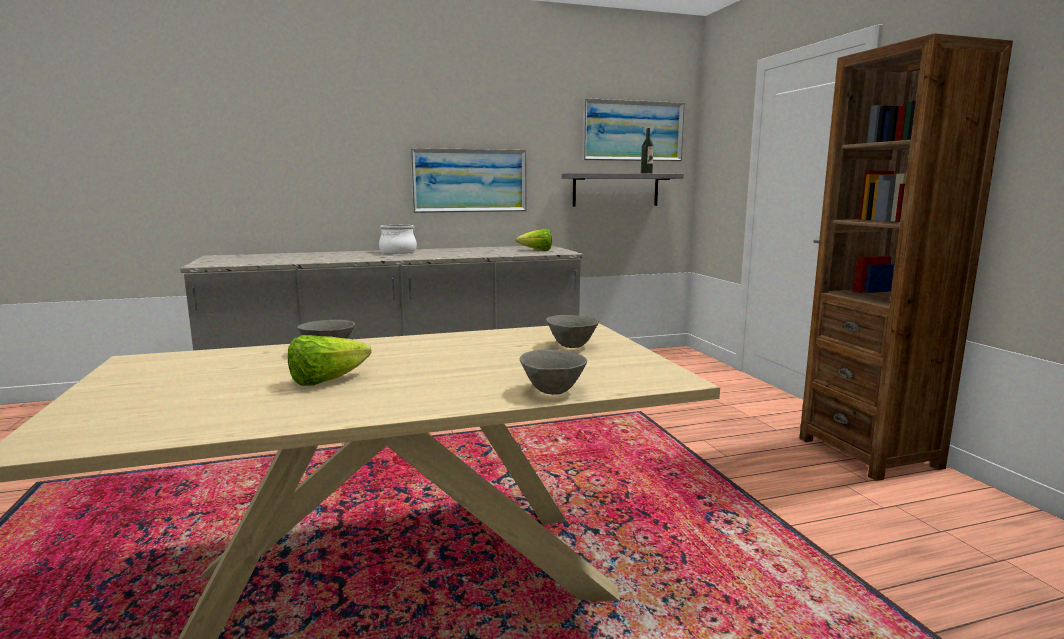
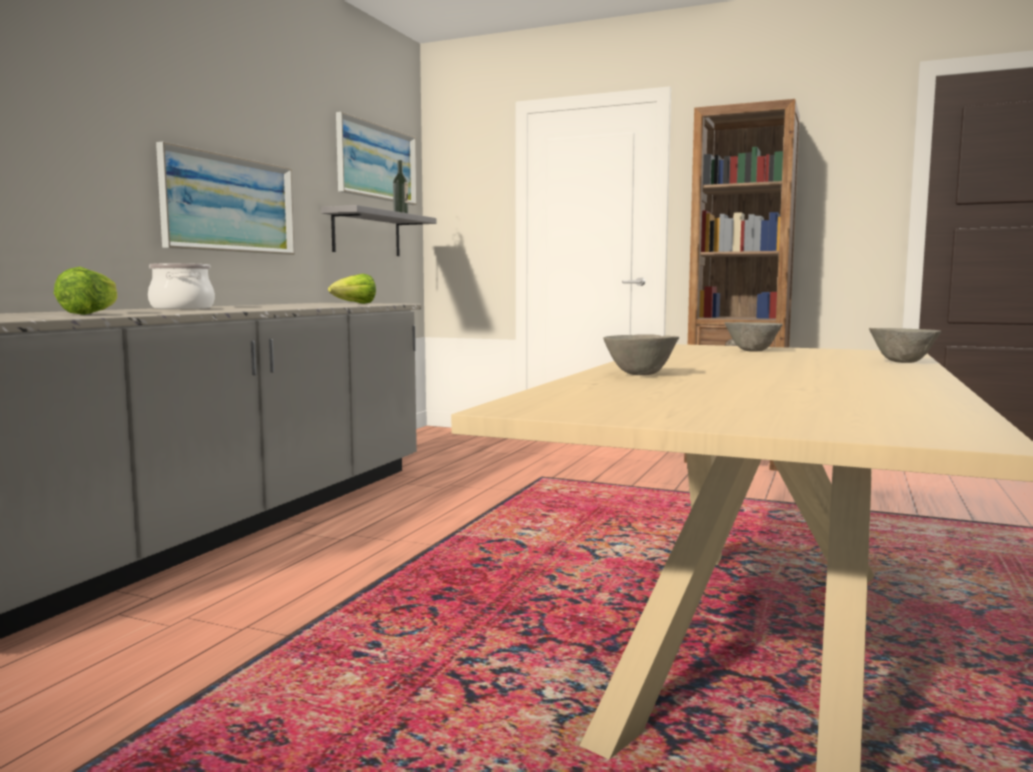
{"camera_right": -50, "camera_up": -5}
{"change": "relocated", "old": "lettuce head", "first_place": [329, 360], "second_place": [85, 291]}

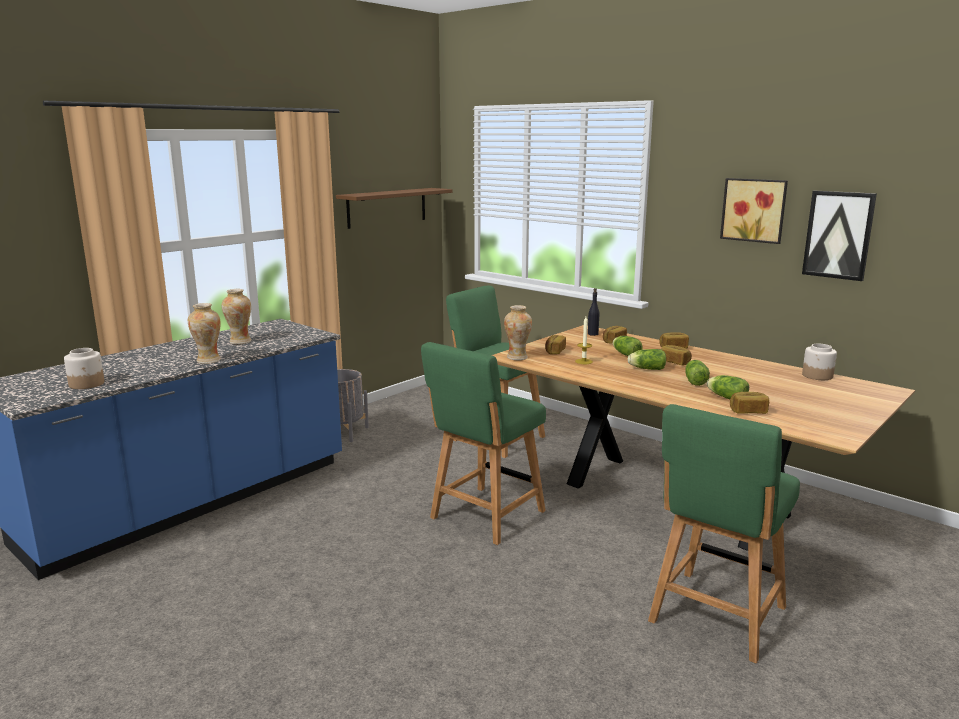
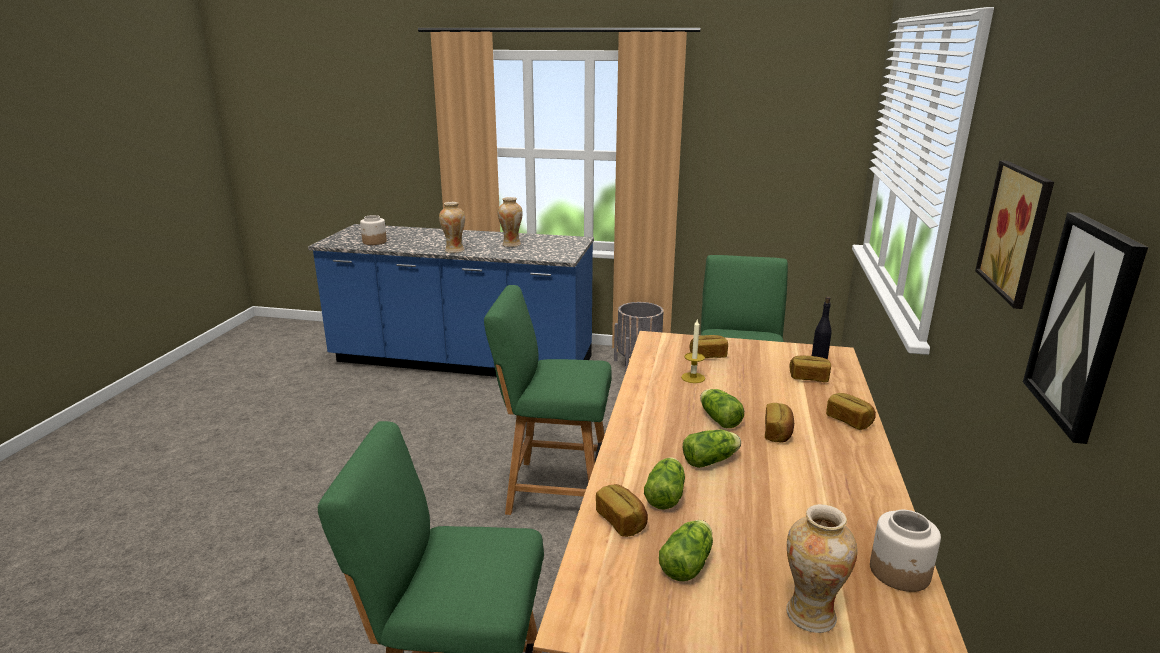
{"camera_right": 60, "camera_up": 5}
{"change": "missing", "old": "brown wall shelf", "first_place": [394, 208]}
{"change": "relocated", "old": "decorative vase", "first_place": [518, 332], "second_place": [822, 568]}
{"change": "relocated", "old": "lettuce head", "first_place": [627, 346], "second_place": [686, 550]}

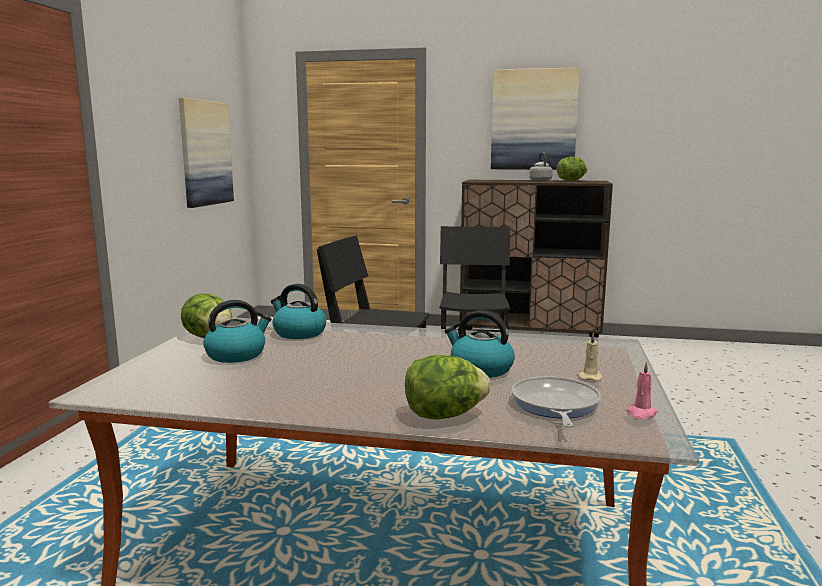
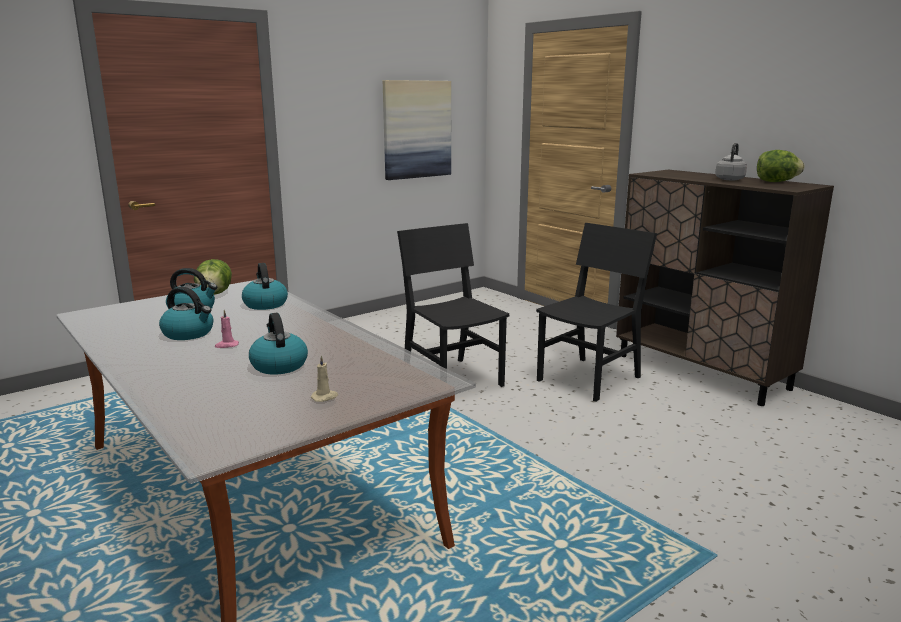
{"camera_right": 40, "camera_up": 5}
{"change": "missing", "old": "picture", "first_place": [535, 118]}
{"change": "missing", "old": "lettuce head", "first_place": [448, 387]}
{"change": "relocated", "old": "pink wax light", "first_place": [643, 391], "second_place": [227, 329]}
{"change": "missing", "old": "skillet", "first_place": [556, 401]}
{"change": "appeared", "new": "tea kettle", "second_place": [186, 313]}

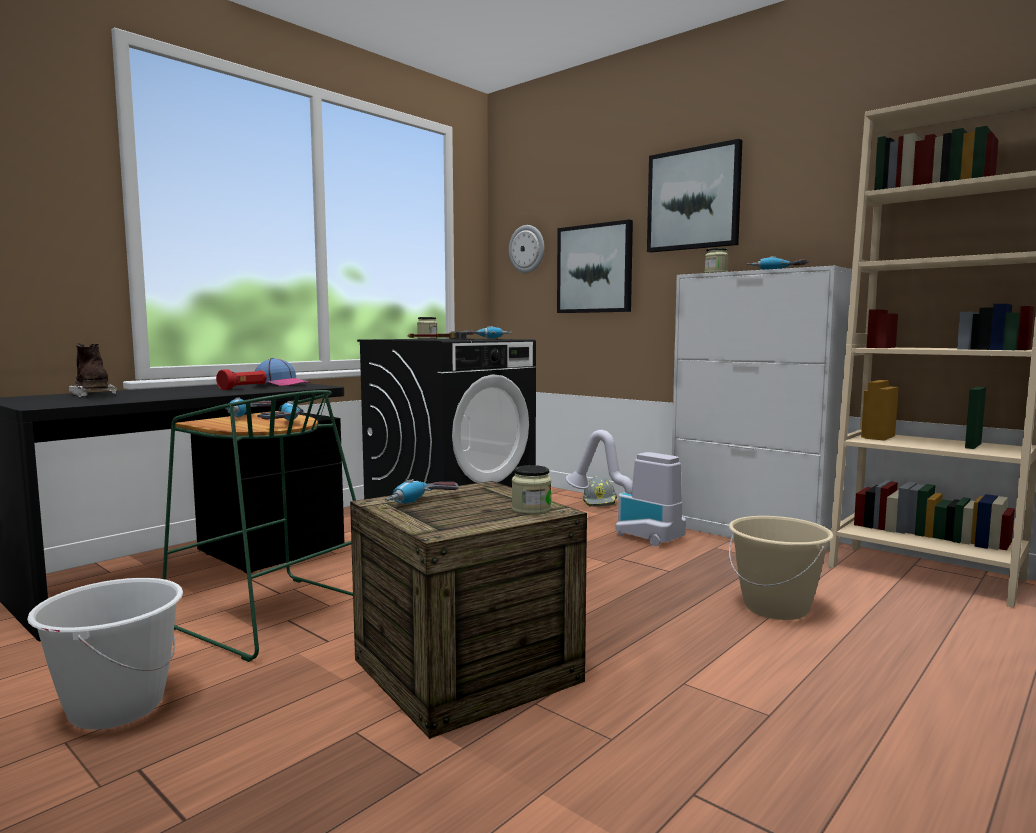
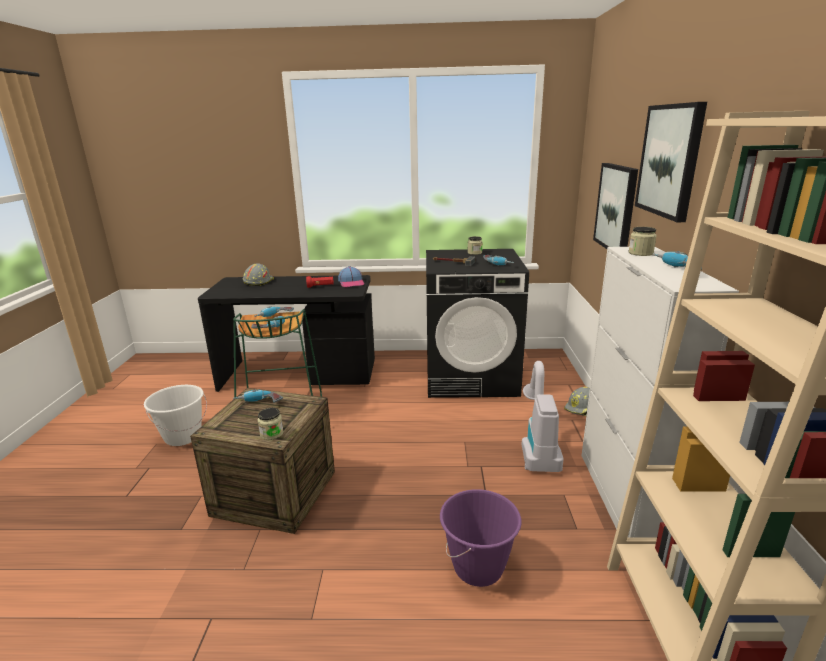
{"camera_right": 50, "camera_up": 15}
{"change": "missing", "old": "hanging clock", "first_place": [526, 249]}
{"change": "exchanged", "old": "brown boot", "new": "grey hard hat", "first_place": [93, 370], "second_place": [258, 274]}
{"change": "colour", "old": "sand-coloured pail", "new": "purplish pail", "first_place": [781, 568], "second_place": [481, 538]}

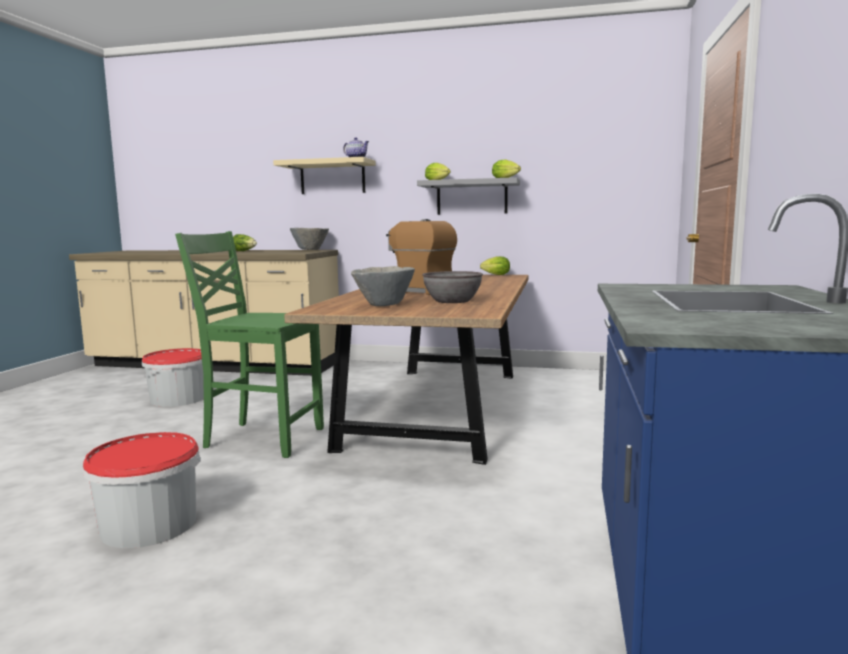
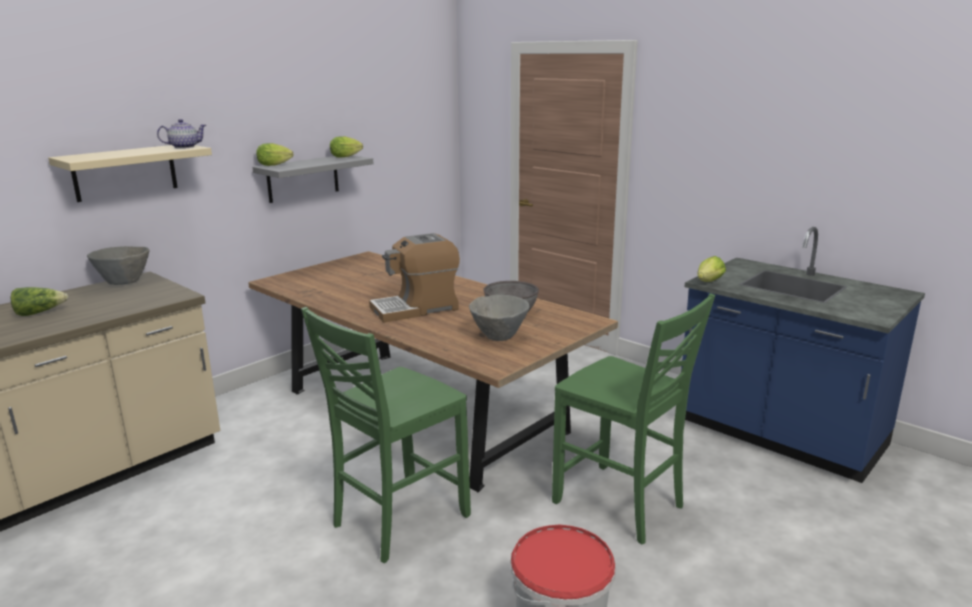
{"camera_right": -60, "camera_up": 10}
{"change": "relocated", "old": "lettuce head", "first_place": [495, 265], "second_place": [712, 269]}
{"change": "missing", "old": "pail", "first_place": [173, 377]}
{"change": "appeared", "new": "green plain chair", "second_place": [633, 418]}

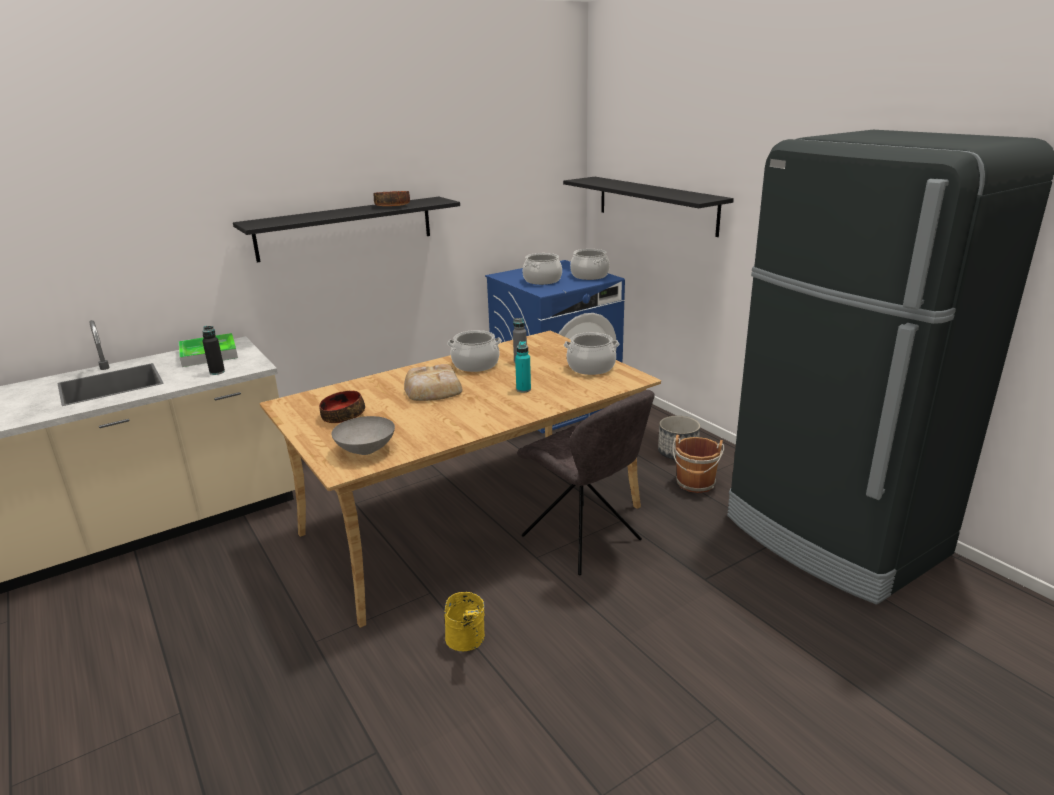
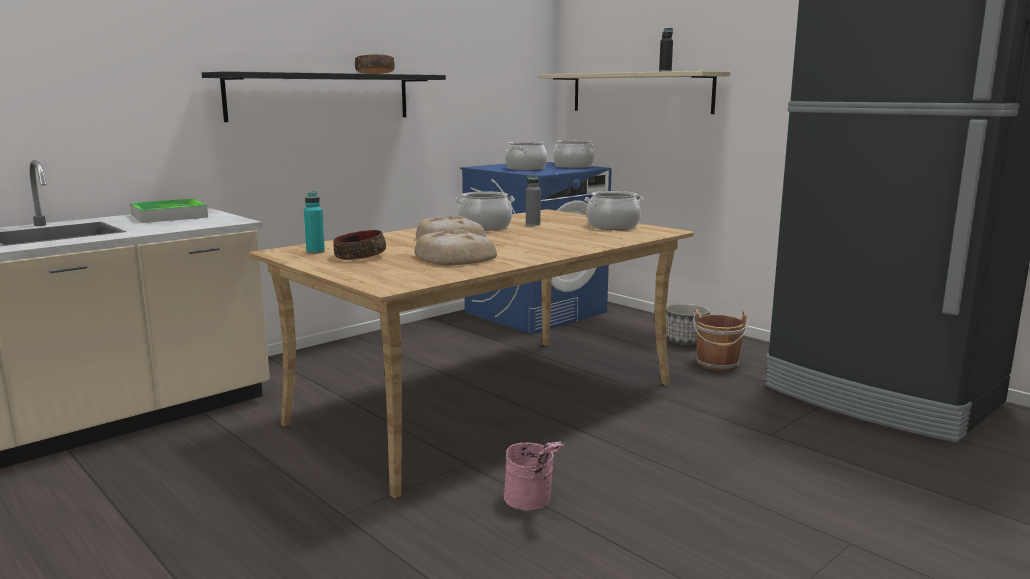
{"camera_right": -10, "camera_up": -10}
{"change": "colour", "old": "black wall shelf", "new": "sand-coloured wall shelf", "first_place": [648, 207], "second_place": [634, 92]}
{"change": "relocated", "old": "black beverage bottle", "first_place": [213, 350], "second_place": [666, 50]}
{"change": "relocated", "old": "turquoise-coloured beverage bottle", "first_place": [523, 367], "second_place": [314, 222]}
{"change": "missing", "old": "grey plain chair", "first_place": [586, 482]}
{"change": "missing", "old": "grey deep dish", "first_place": [363, 435]}
{"change": "colour", "old": "yellow pail", "new": "pink pail", "first_place": [465, 622], "second_place": [534, 475]}
{"change": "appeared", "new": "baked bread", "second_place": [455, 247]}

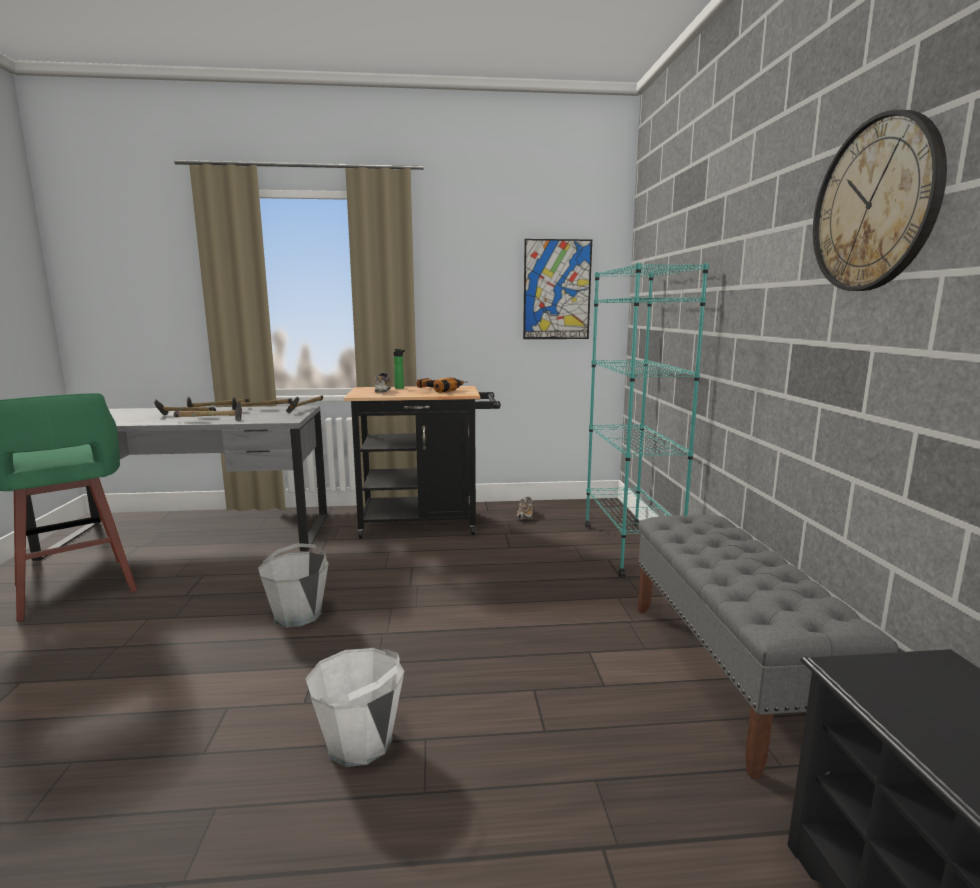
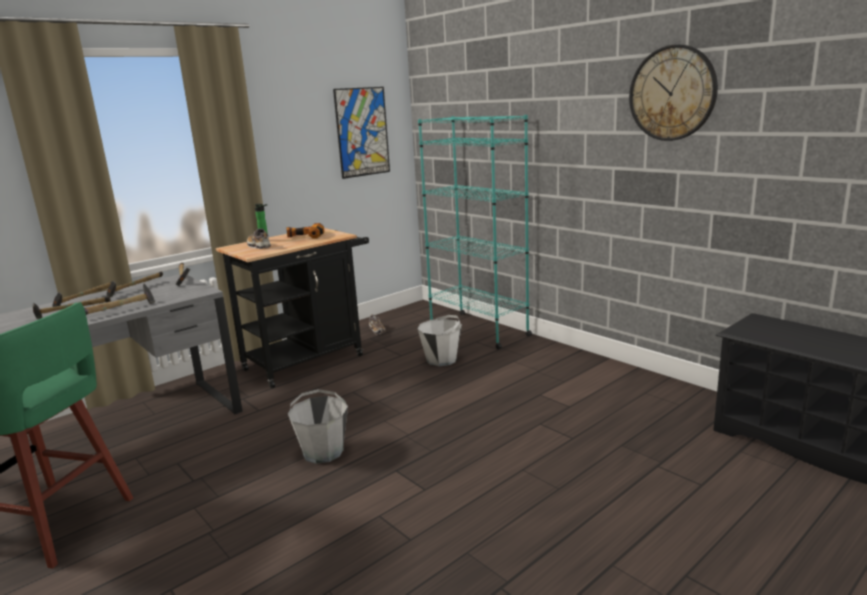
{"camera_right": -35, "camera_up": 5}
{"change": "missing", "old": "grey bench", "first_place": [768, 647]}
{"change": "relocated", "old": "white-coloured pail", "first_place": [354, 707], "second_place": [439, 340]}

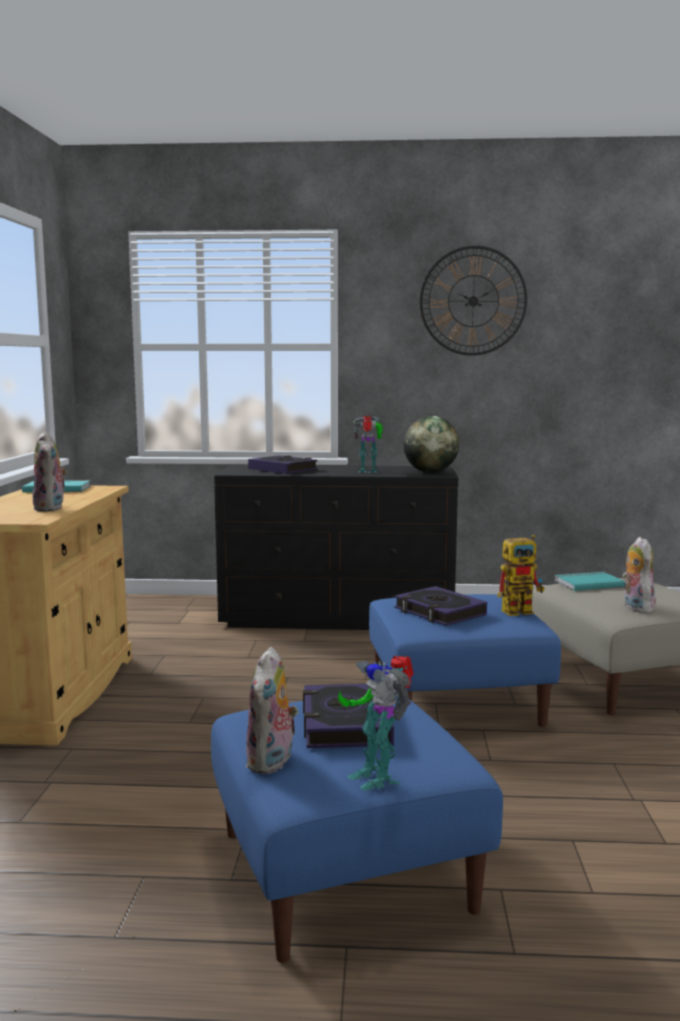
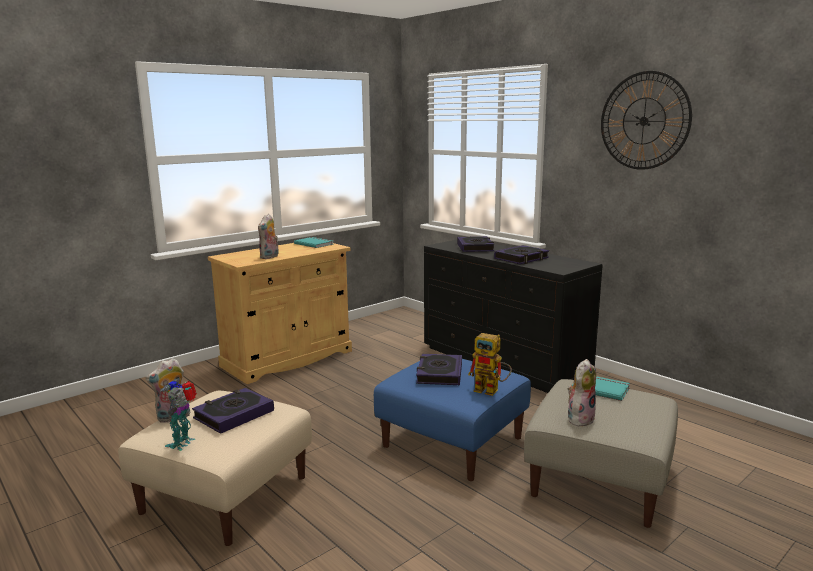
{"camera_right": 45, "camera_up": 5}
{"change": "exchanged", "old": "robot figure", "new": "bound book", "first_place": [368, 444], "second_place": [521, 254]}
{"change": "missing", "old": "desk globe", "first_place": [431, 444]}
{"change": "colour", "old": "bluish pouffe", "new": "sand-coloured pouffe", "first_place": [357, 829], "second_place": [215, 468]}

